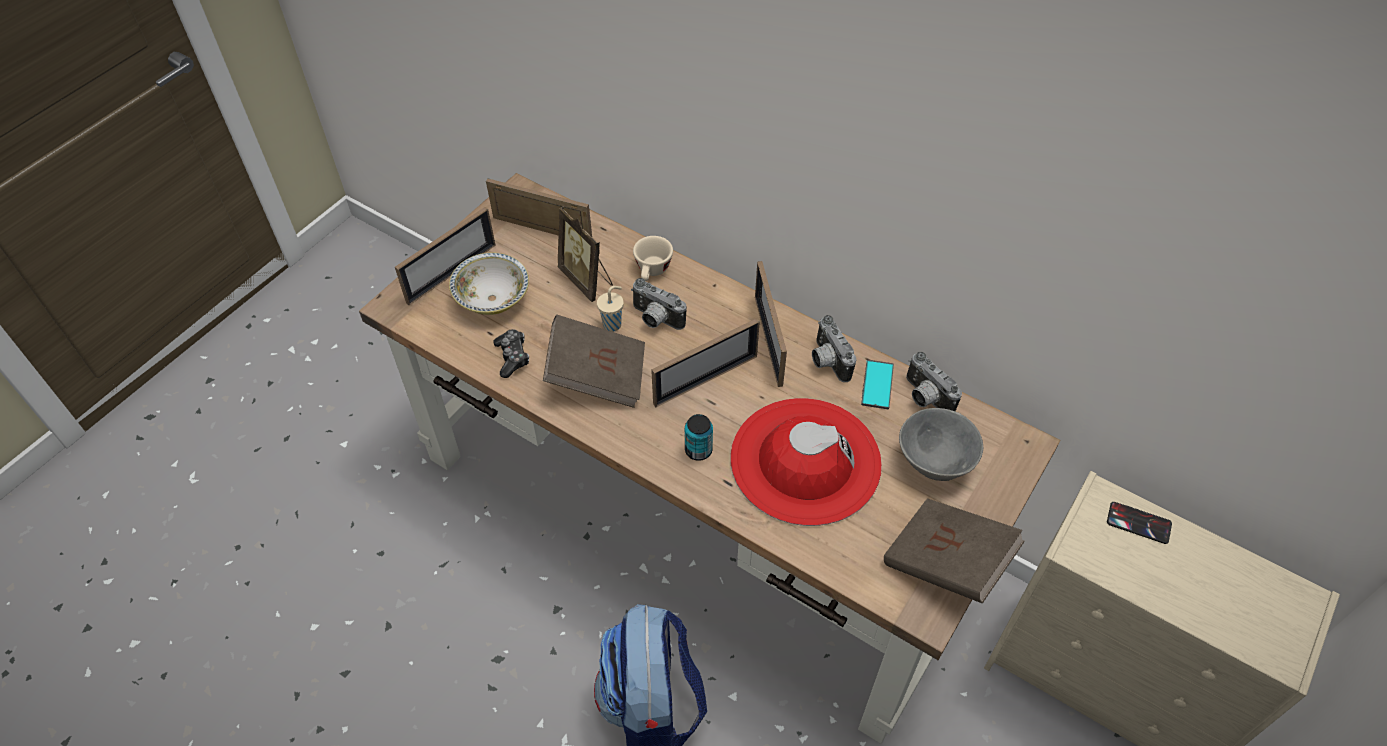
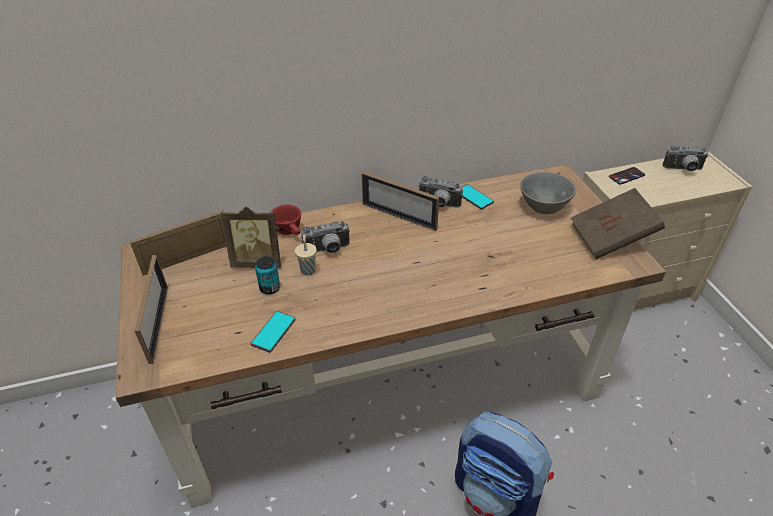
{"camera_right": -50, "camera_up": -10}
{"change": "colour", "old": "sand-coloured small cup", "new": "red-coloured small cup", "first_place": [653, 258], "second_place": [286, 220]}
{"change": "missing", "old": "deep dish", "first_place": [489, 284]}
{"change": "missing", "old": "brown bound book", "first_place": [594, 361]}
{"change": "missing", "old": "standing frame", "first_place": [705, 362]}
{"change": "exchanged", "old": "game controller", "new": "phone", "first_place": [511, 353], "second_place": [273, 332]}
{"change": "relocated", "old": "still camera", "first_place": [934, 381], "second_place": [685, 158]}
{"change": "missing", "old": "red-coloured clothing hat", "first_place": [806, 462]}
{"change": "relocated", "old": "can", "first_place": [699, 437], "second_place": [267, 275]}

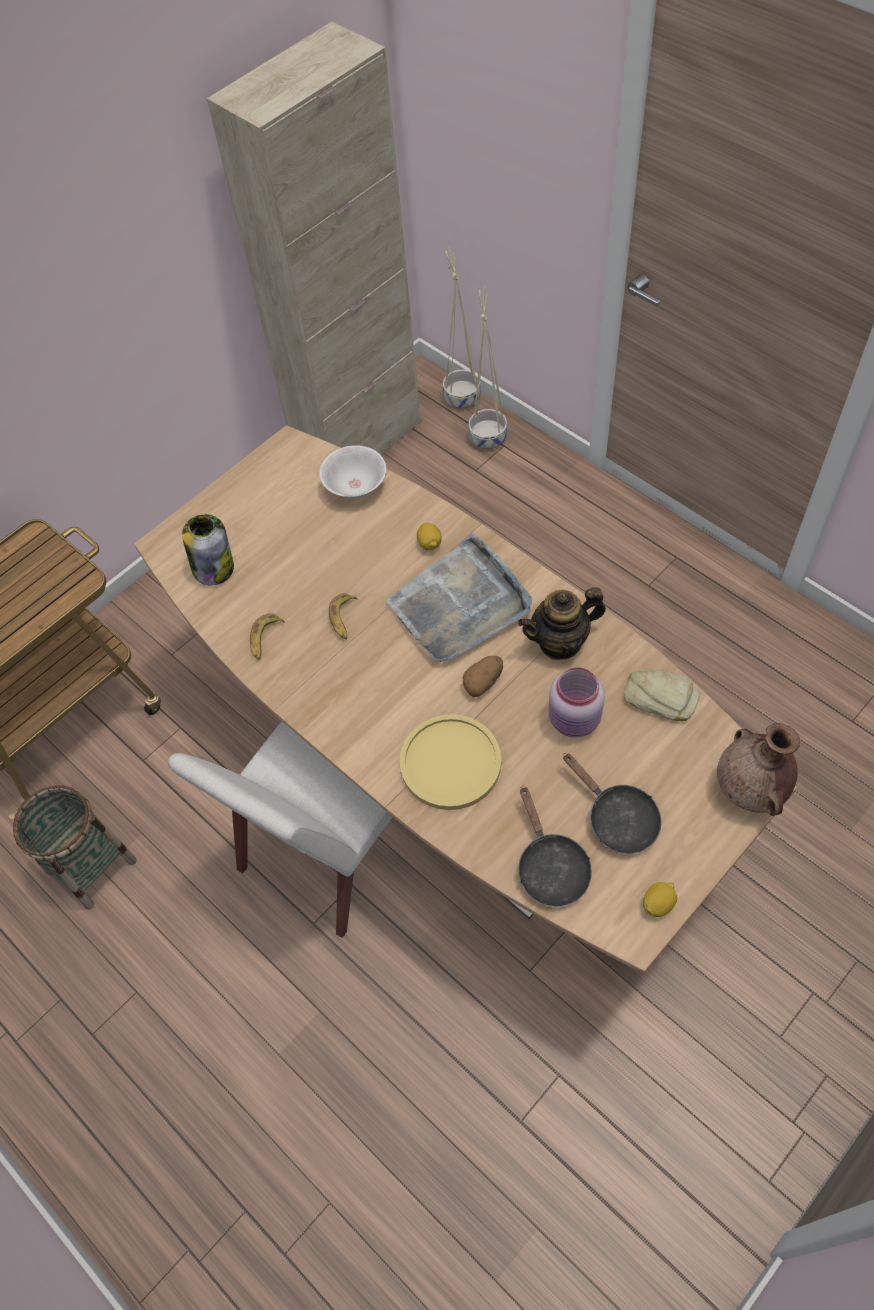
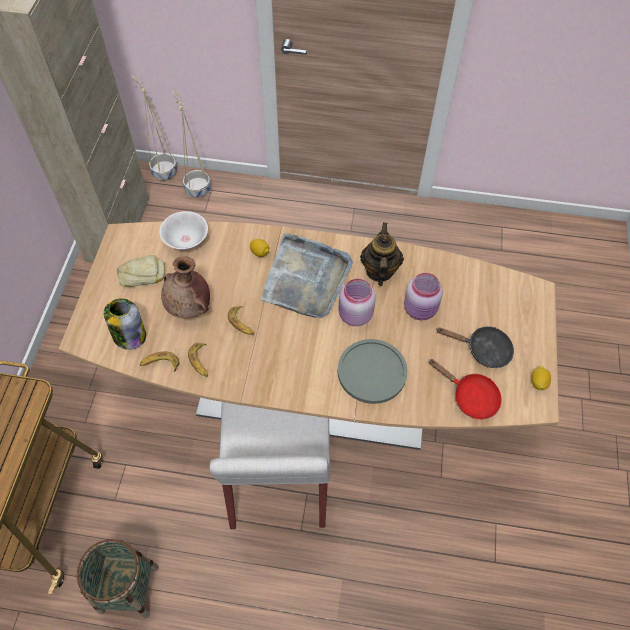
{"camera_right": -40, "camera_up": 0}
{"change": "spun", "old": "pot for tea", "first_place": [562, 623], "second_place": [382, 254], "degrees": 150}
{"change": "exchanged", "old": "potato", "new": "pink jar", "first_place": [483, 676], "second_place": [357, 302]}
{"change": "relocated", "old": "baked bread", "first_place": [662, 695], "second_place": [141, 271]}
{"change": "colour", "old": "yellow plate", "new": "grey plate", "first_place": [450, 762], "second_place": [372, 371]}
{"change": "relocated", "old": "brown decorative vase", "first_place": [758, 769], "second_place": [185, 287]}
{"change": "colour", "old": "black skillet", "new": "red-coloured skillet", "first_place": [555, 846], "second_place": [465, 389]}
{"change": "appeared", "new": "banana fruit", "second_place": [159, 362]}

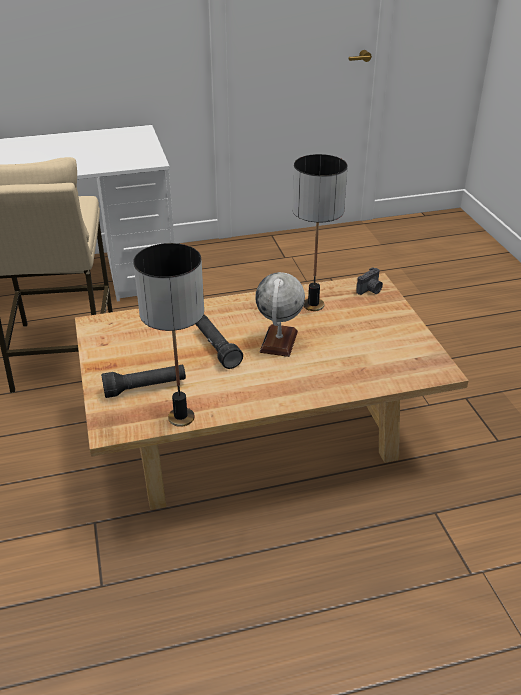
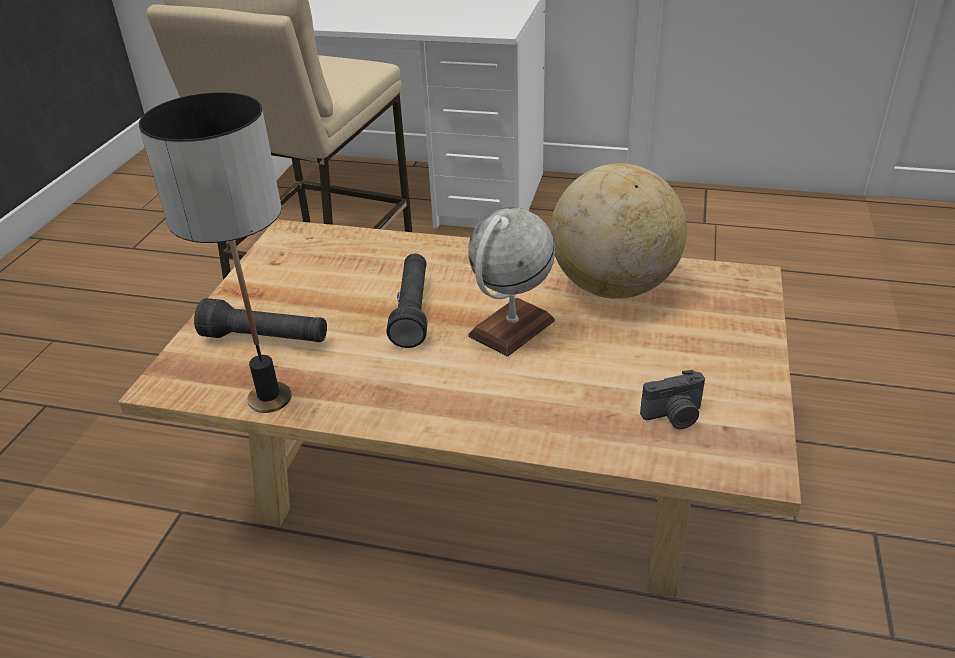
{"camera_right": 30, "camera_up": 0}
{"change": "exchanged", "old": "table lamp", "new": "desk globe", "first_place": [319, 232], "second_place": [619, 231]}
{"change": "relocated", "old": "still camera", "first_place": [369, 281], "second_place": [672, 399]}

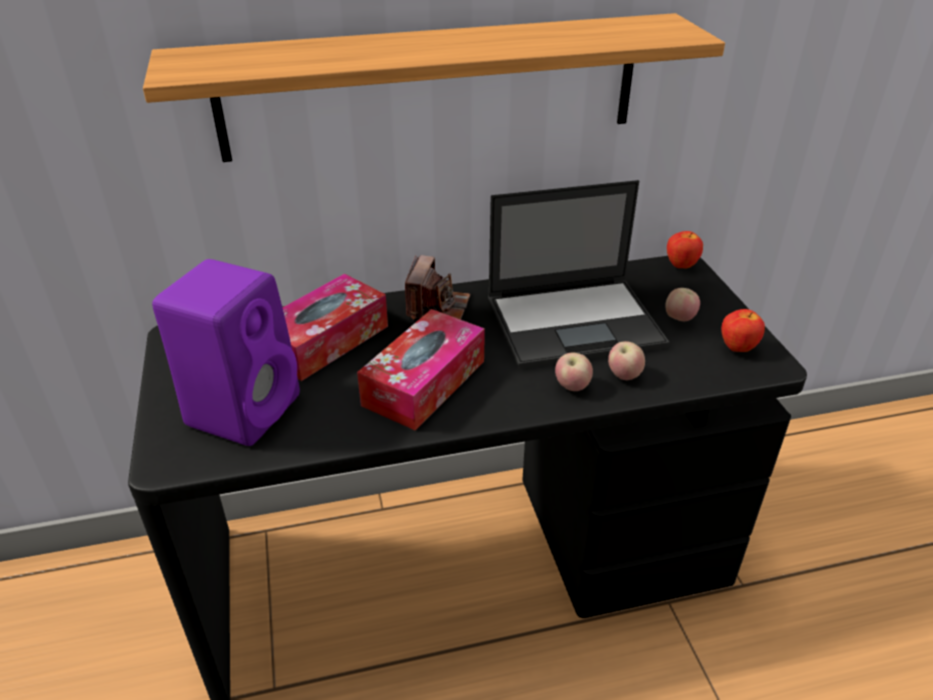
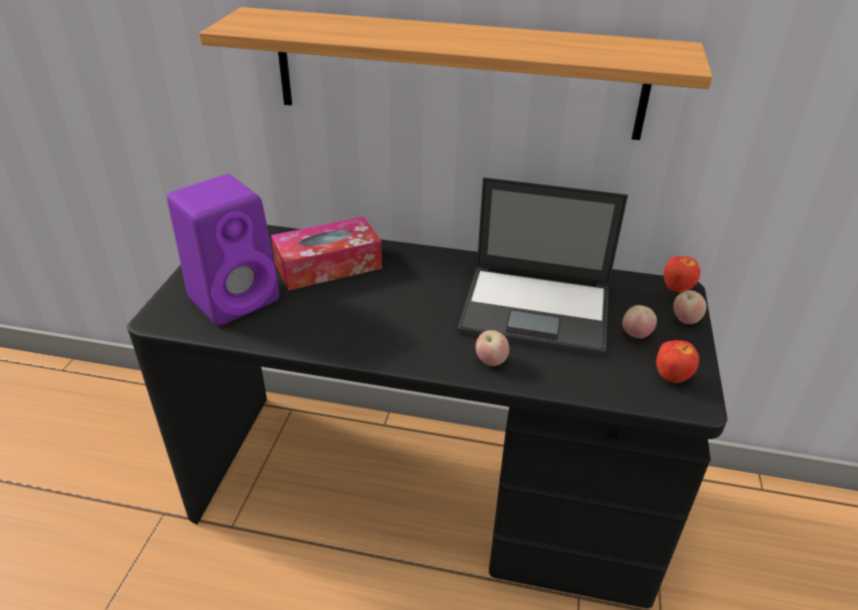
{"camera_right": 25, "camera_up": 0}
{"change": "missing", "old": "still camera", "first_place": [437, 287]}
{"change": "missing", "old": "tissue box", "first_place": [421, 370]}
{"change": "relocated", "old": "whole apple", "first_place": [626, 360], "second_place": [689, 307]}

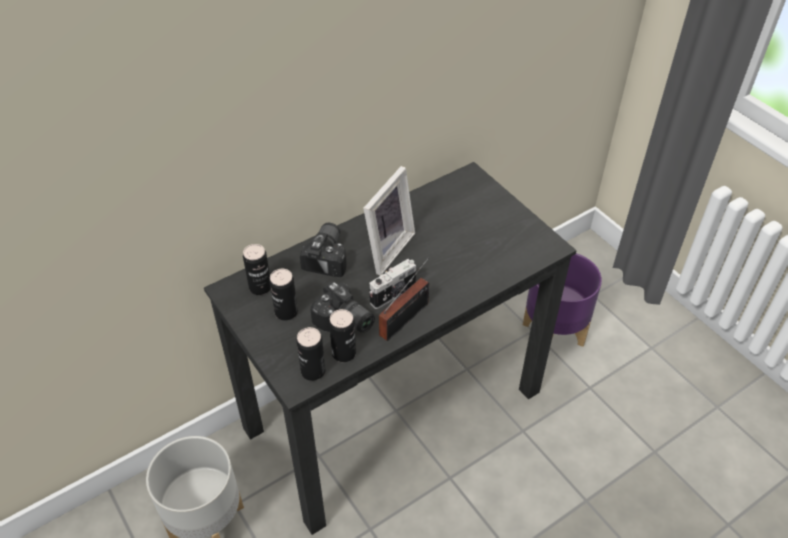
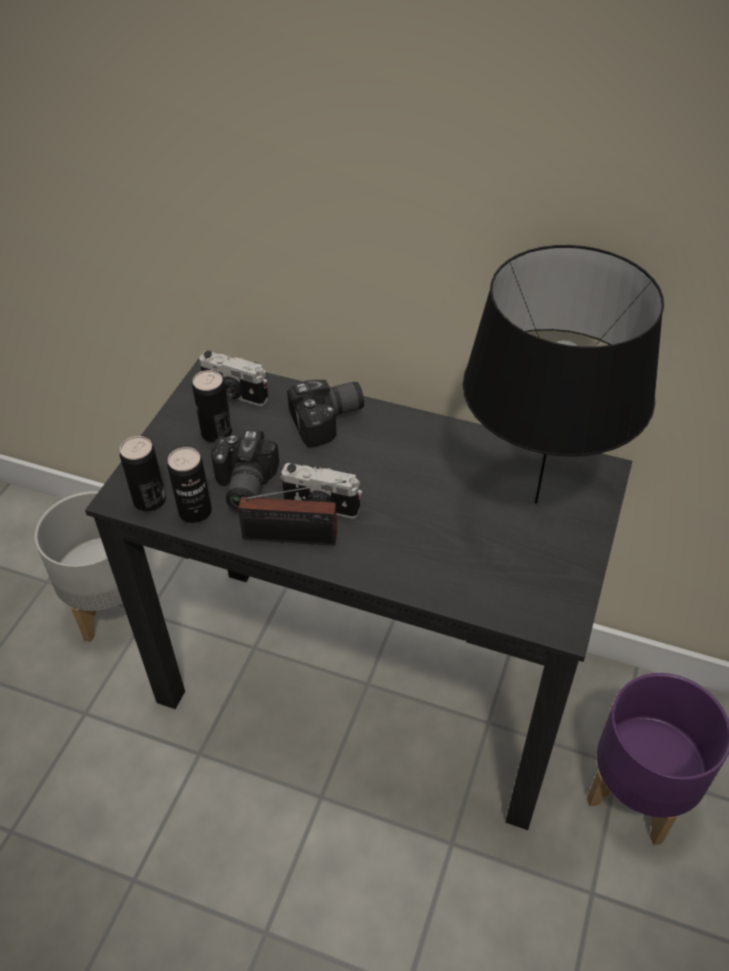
{"camera_right": 55, "camera_up": 0}
{"change": "missing", "old": "standing frame", "first_place": [389, 220]}
{"change": "exchanged", "old": "can", "new": "still camera", "first_place": [257, 269], "second_place": [233, 378]}
{"change": "appeared", "new": "black table lamp", "second_place": [563, 374]}

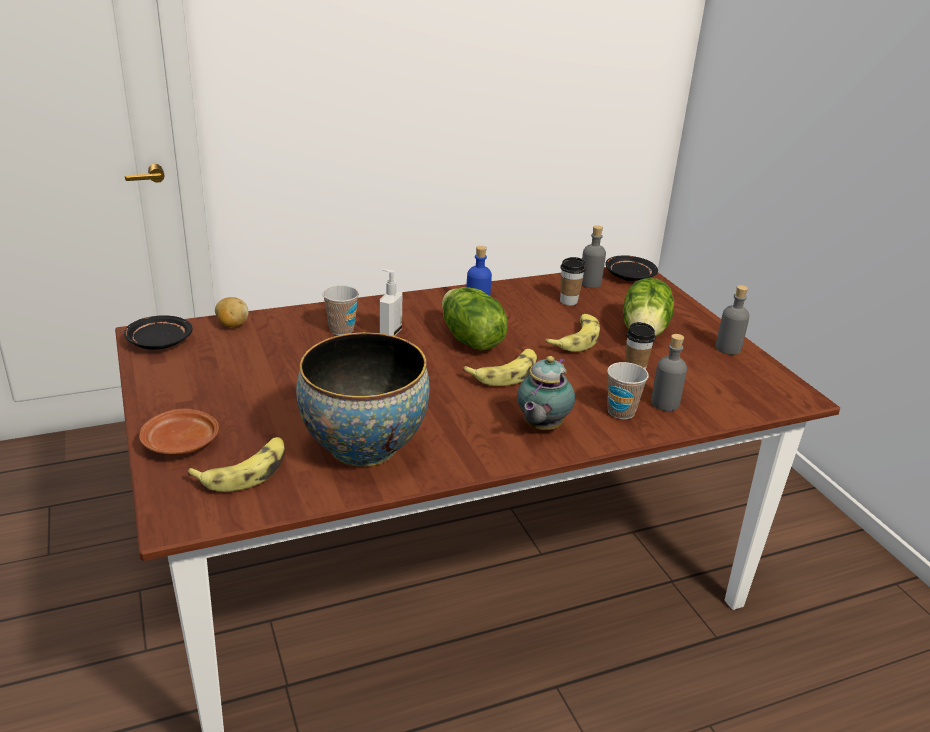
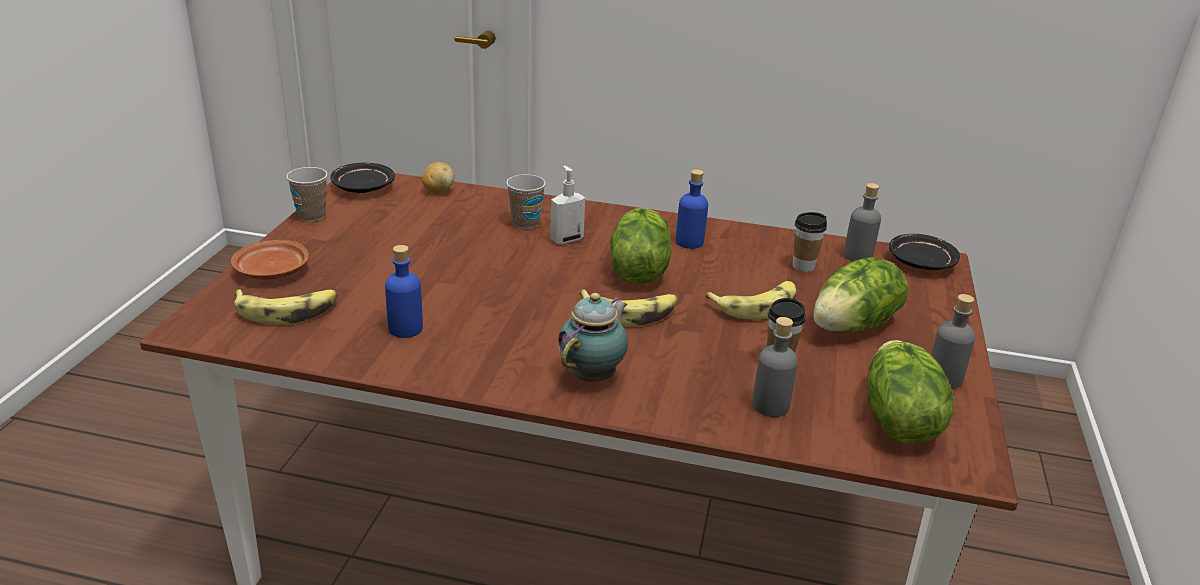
{"camera_right": 35, "camera_up": 0}
{"change": "exchanged", "old": "deep dish", "new": "bluish beverage bottle", "first_place": [362, 399], "second_place": [404, 291]}
{"change": "spun", "old": "pot for tea", "first_place": [546, 393], "second_place": [593, 337], "degrees": 150}
{"change": "relocated", "old": "small cup", "first_place": [628, 390], "second_place": [307, 194]}
{"change": "appeared", "new": "lettuce head", "second_place": [910, 392]}

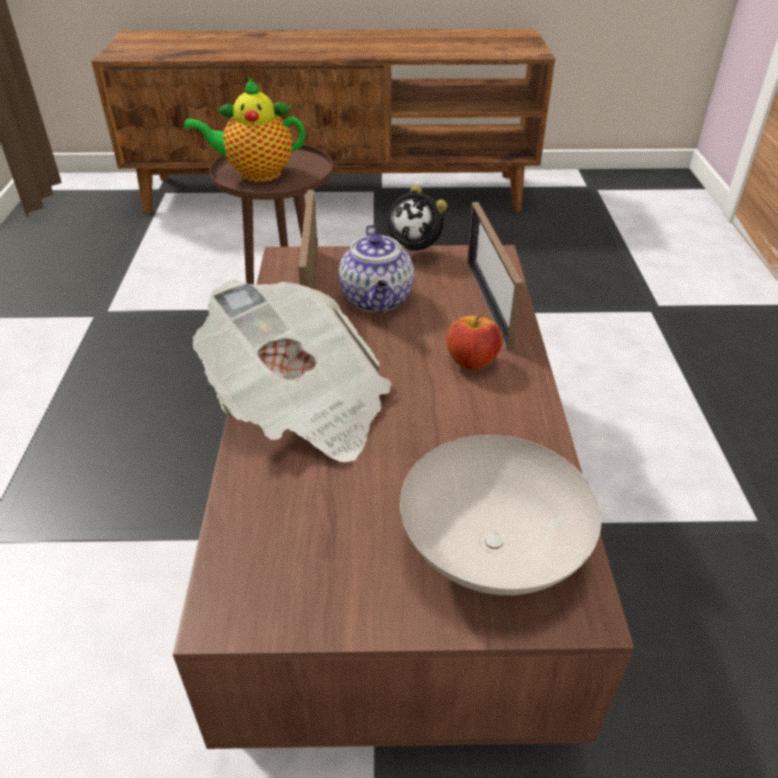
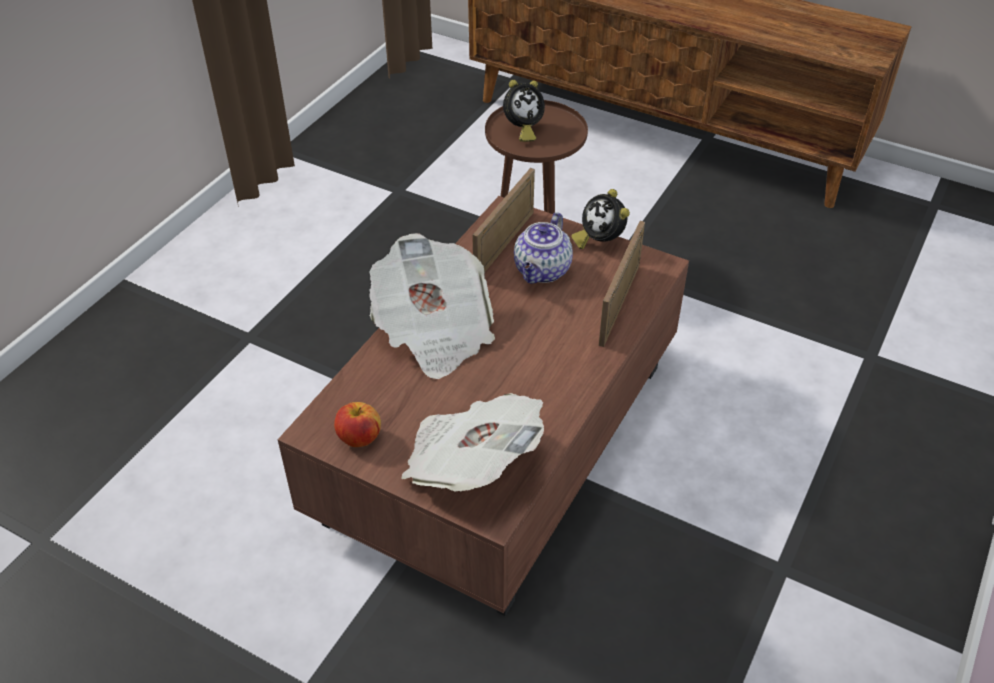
{"camera_right": 30, "camera_up": 5}
{"change": "exchanged", "old": "pot for tea", "new": "bedside clock", "first_place": [244, 129], "second_place": [524, 111]}
{"change": "relocated", "old": "whole apple", "first_place": [474, 342], "second_place": [357, 424]}
{"change": "exchanged", "old": "white-coloured deep dish", "new": "newspaper", "first_place": [500, 515], "second_place": [472, 442]}

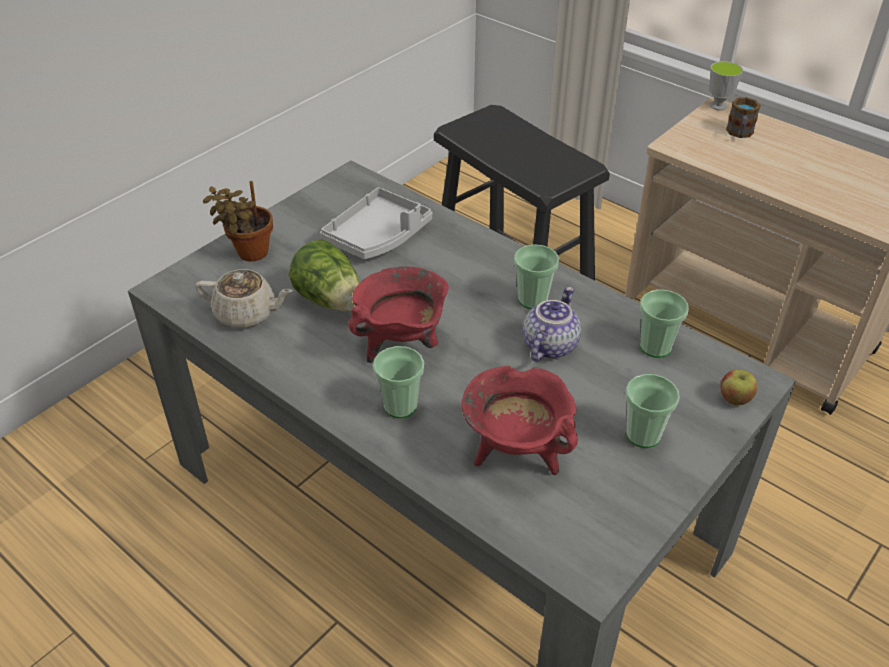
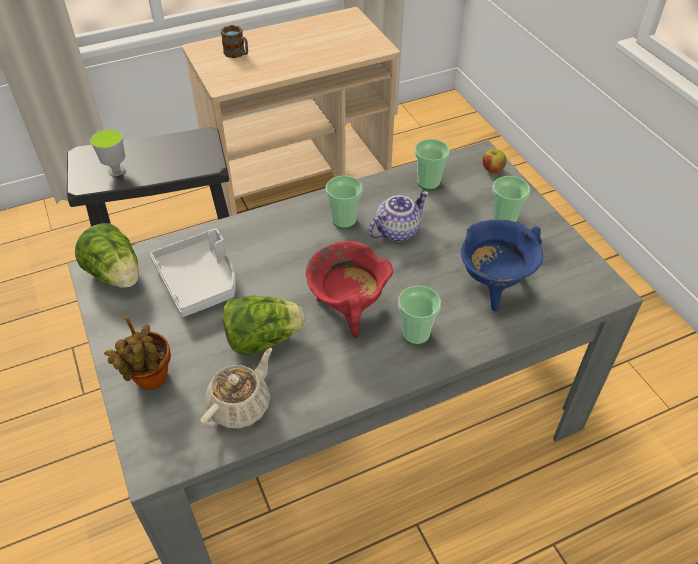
{"camera_right": -65, "camera_up": 5}
{"change": "relocated", "old": "small cup", "first_place": [726, 86], "second_place": [107, 152]}
{"change": "spun", "old": "pot for tea", "first_place": [552, 324], "second_place": [398, 216], "degrees": 90}
{"change": "colour", "old": "red-coloured saucepot", "new": "bluish saucepot", "first_place": [520, 420], "second_place": [501, 266]}
{"change": "appeared", "new": "lettuce head", "second_place": [107, 255]}

